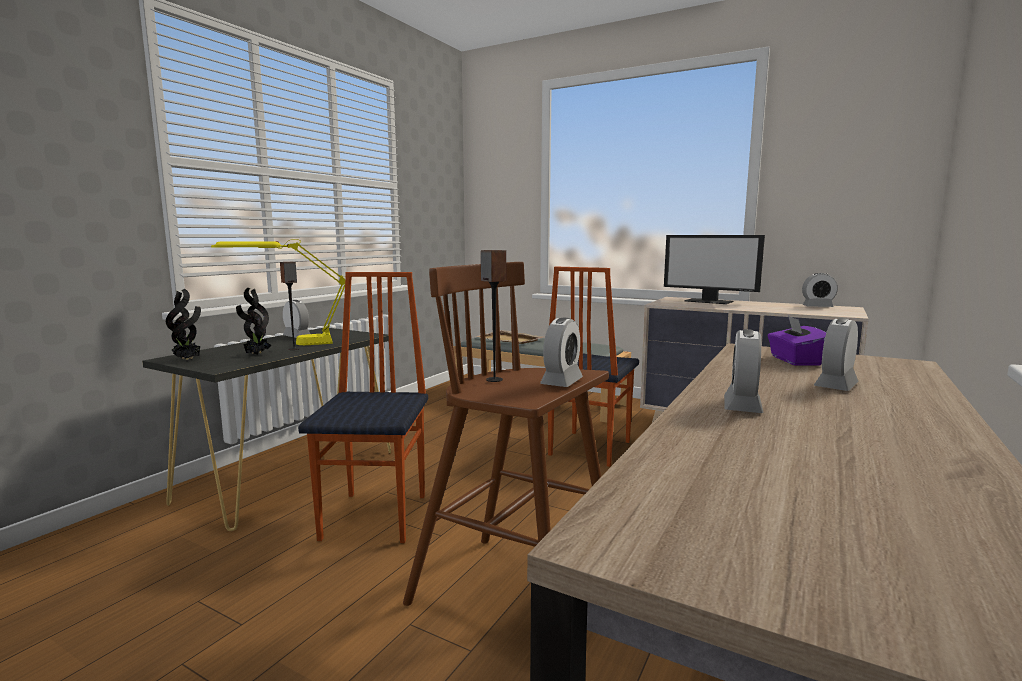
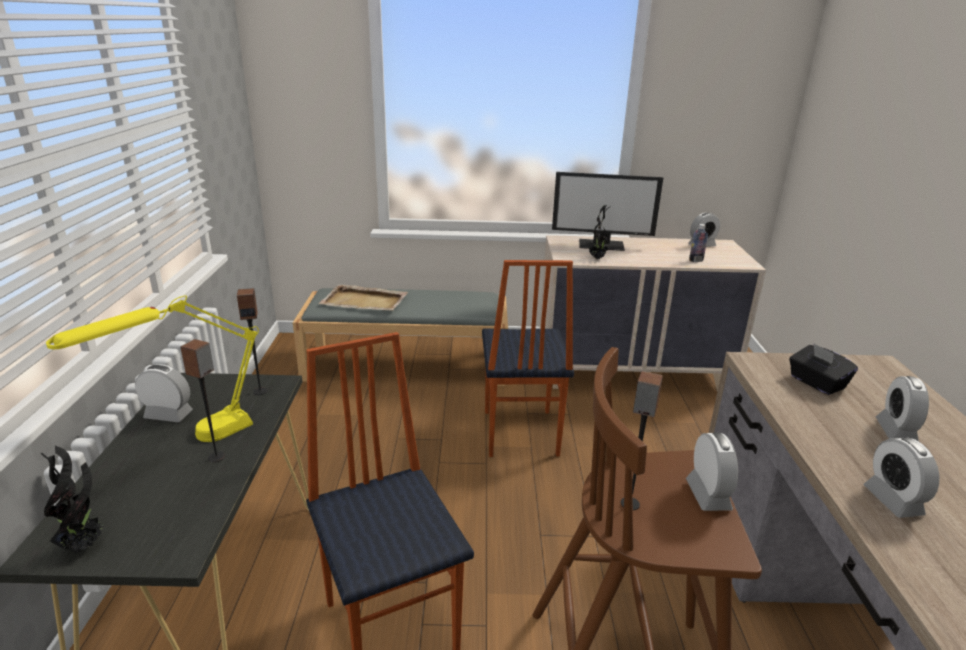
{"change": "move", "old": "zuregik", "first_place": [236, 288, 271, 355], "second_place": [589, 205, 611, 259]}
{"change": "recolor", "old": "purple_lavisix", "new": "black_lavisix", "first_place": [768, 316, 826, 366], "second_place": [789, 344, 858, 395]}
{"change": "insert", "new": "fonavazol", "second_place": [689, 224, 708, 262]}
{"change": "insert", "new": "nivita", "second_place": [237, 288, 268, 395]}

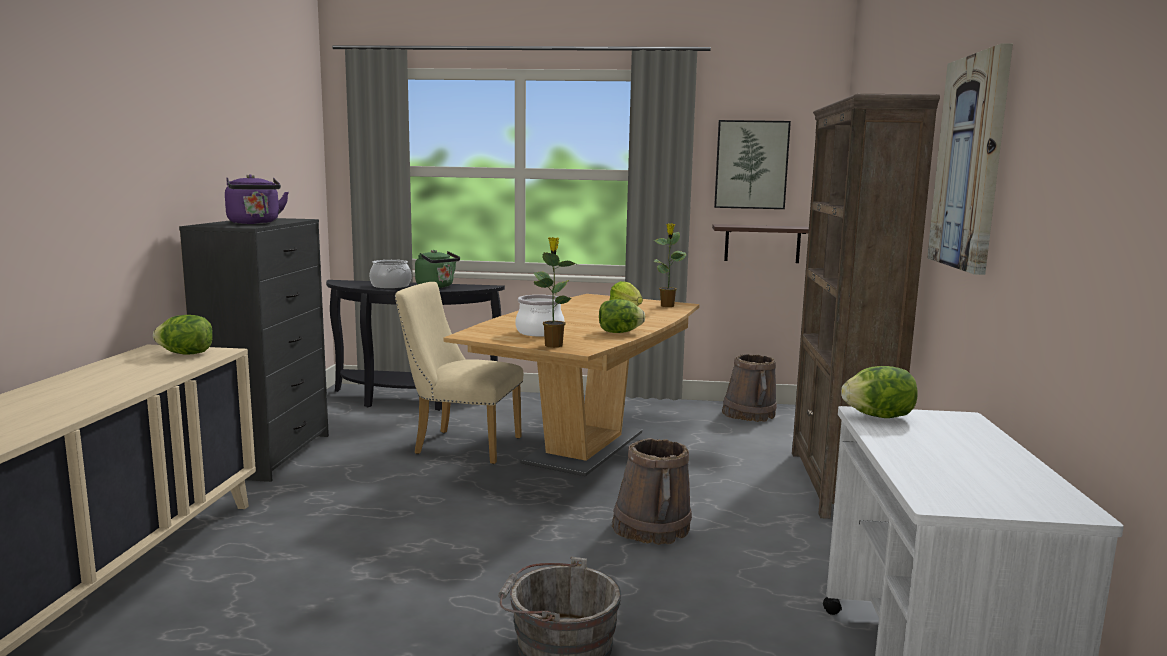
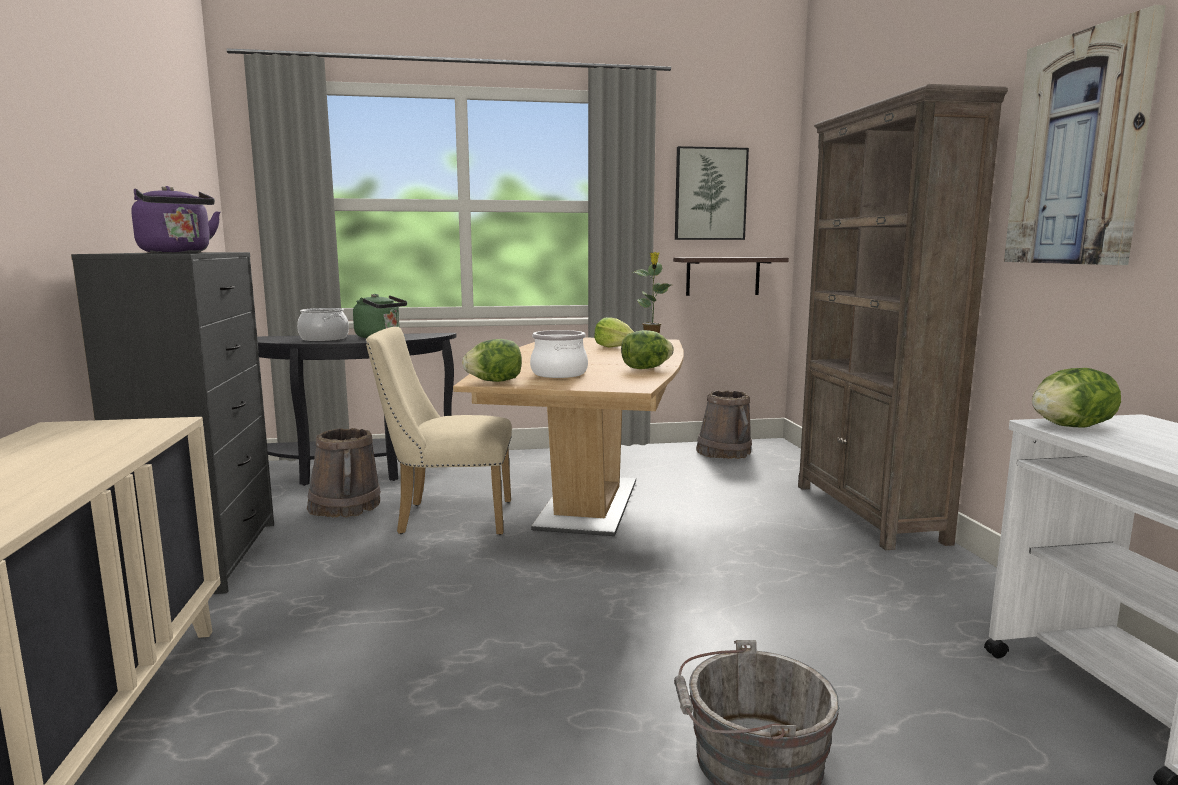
{"change": "delete", "old": "zuregik", "first_place": [534, 237, 578, 348]}
{"change": "move", "old": "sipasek", "first_place": [153, 315, 213, 355], "second_place": [462, 339, 522, 382]}
{"change": "move", "old": "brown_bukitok", "first_place": [612, 438, 692, 545], "second_place": [307, 428, 381, 518]}

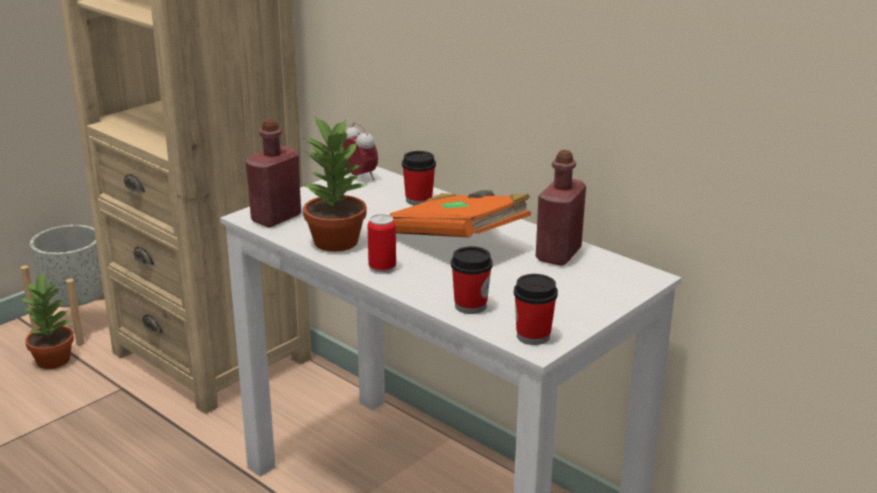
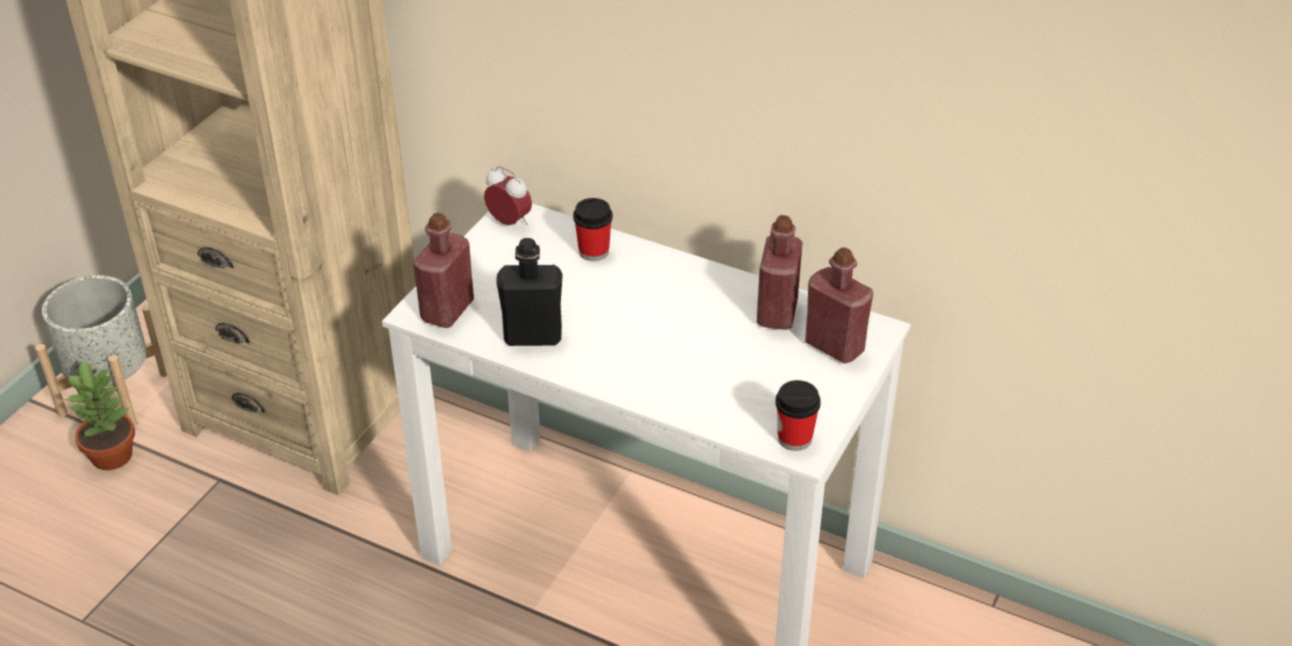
{"change": "replace", "old": "zuregik", "new": "black_fonavazol", "first_place": [302, 116, 367, 252], "second_place": [496, 238, 562, 346]}
{"change": "delete", "old": "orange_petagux", "first_place": [390, 190, 531, 237]}
{"change": "delete", "old": "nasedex", "first_place": [368, 214, 396, 274]}
{"change": "delete", "old": "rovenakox", "first_place": [451, 246, 493, 314]}
{"change": "insert", "new": "red_fonavazol", "second_place": [805, 247, 873, 364]}

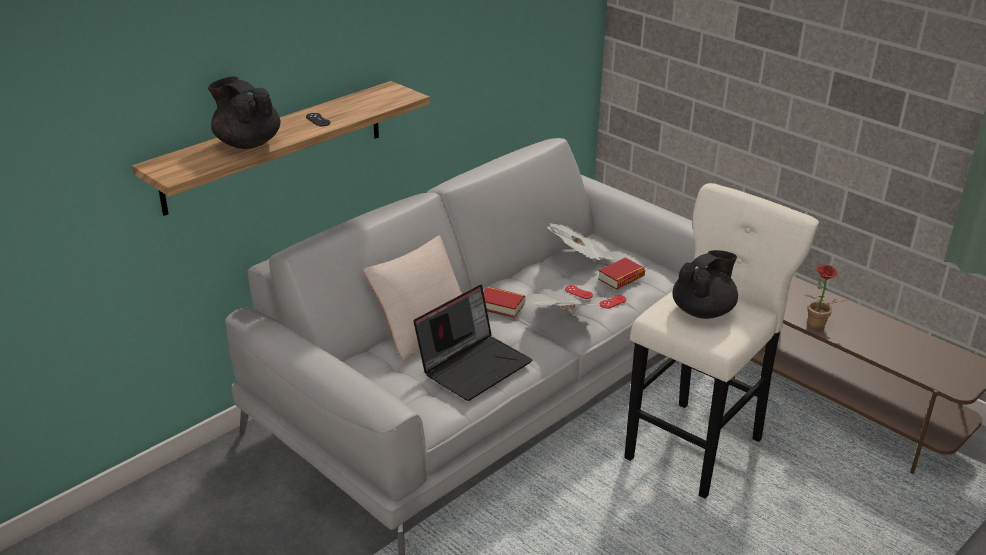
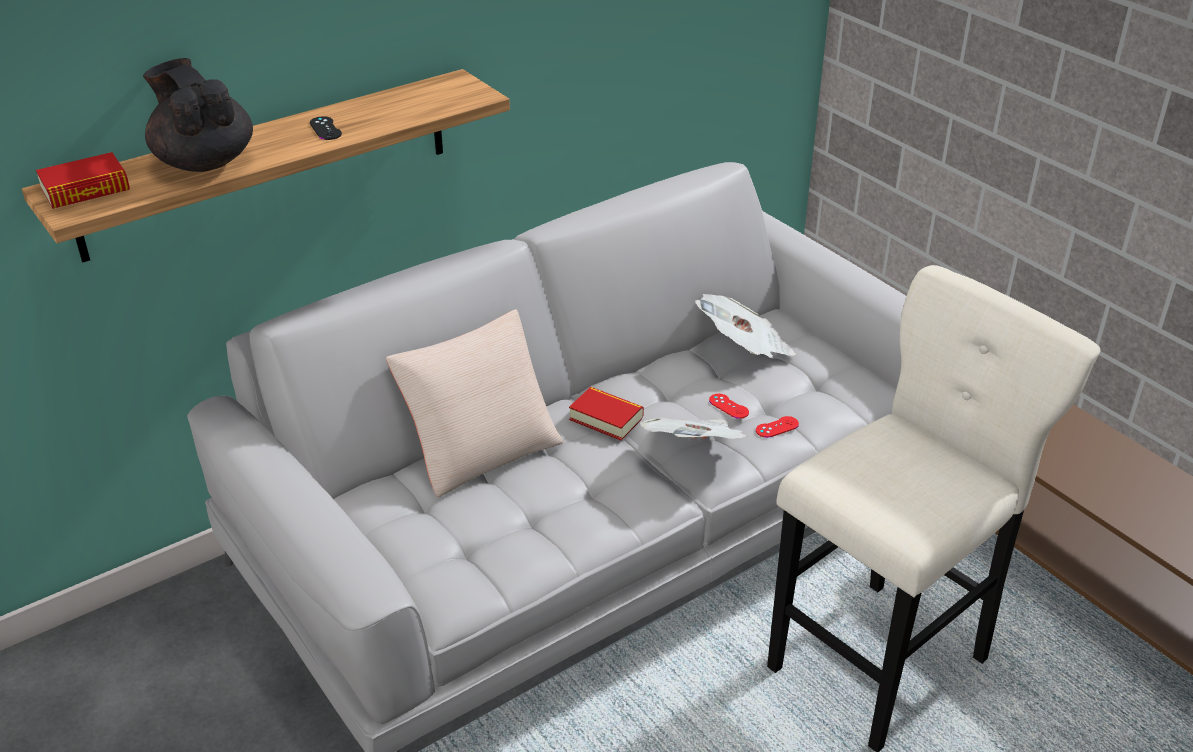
{"change": "delete", "old": "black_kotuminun", "first_place": [672, 250, 738, 319]}
{"change": "move", "old": "petagux", "first_place": [598, 258, 645, 290], "second_place": [36, 152, 130, 209]}
{"change": "delete", "old": "zuregik", "first_place": [804, 265, 849, 330]}
{"change": "delete", "old": "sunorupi", "first_place": [413, 285, 532, 401]}

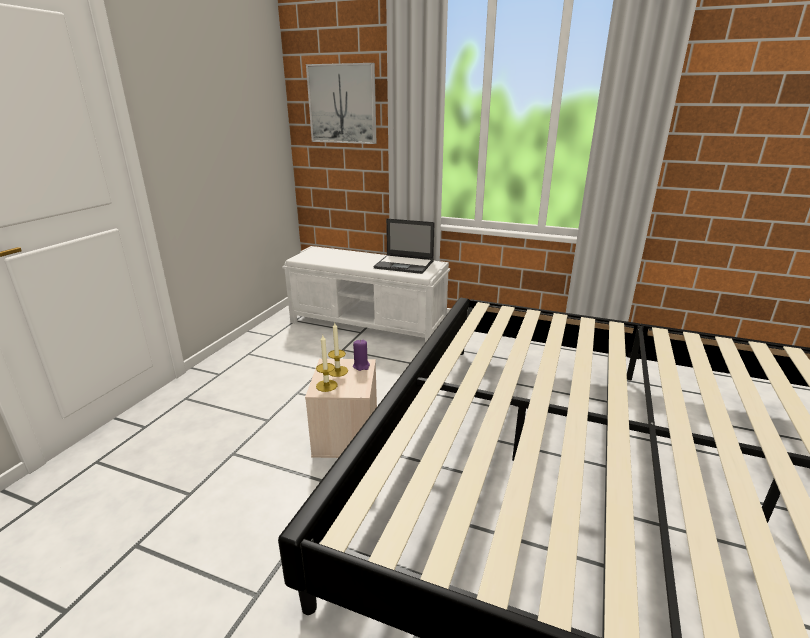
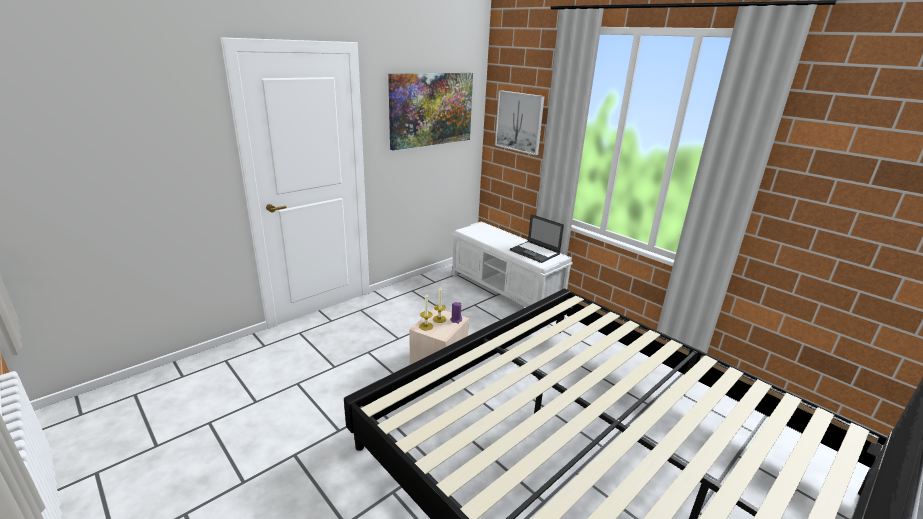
{"change": "insert", "new": "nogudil", "second_place": [388, 73, 473, 150]}

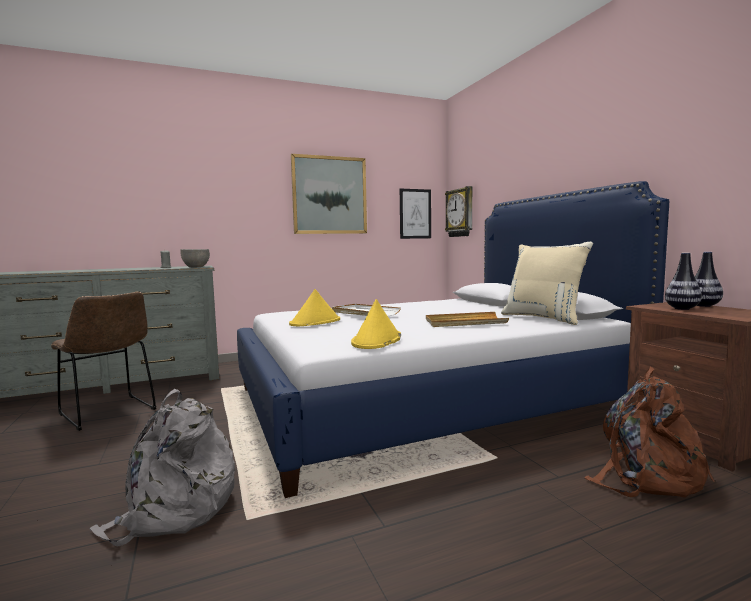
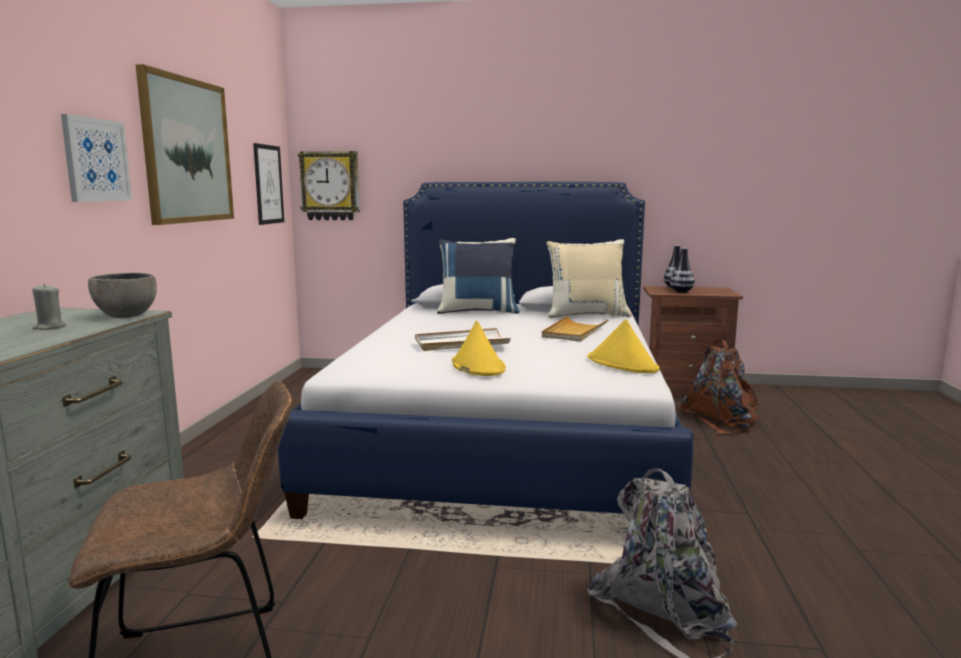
{"change": "insert", "new": "nogudil", "second_place": [61, 114, 132, 202]}
{"change": "insert", "new": "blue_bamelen", "second_place": [437, 238, 520, 314]}

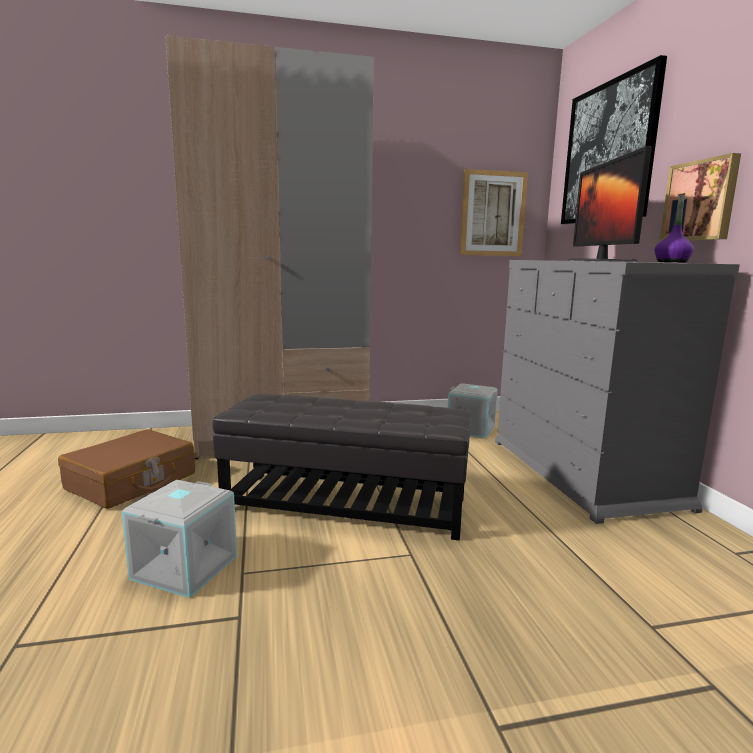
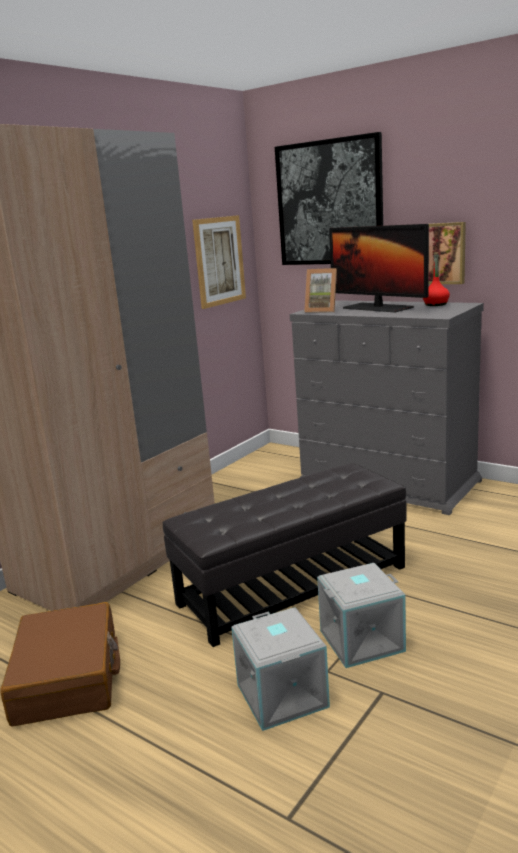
{"change": "recolor", "old": "purple_fonavazol", "new": "red_fonavazol", "first_place": [654, 193, 694, 263], "second_place": [423, 252, 450, 306]}
{"change": "move", "old": "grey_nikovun", "first_place": [448, 383, 498, 438], "second_place": [317, 563, 406, 668]}
{"change": "insert", "new": "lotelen", "second_place": [304, 268, 337, 313]}

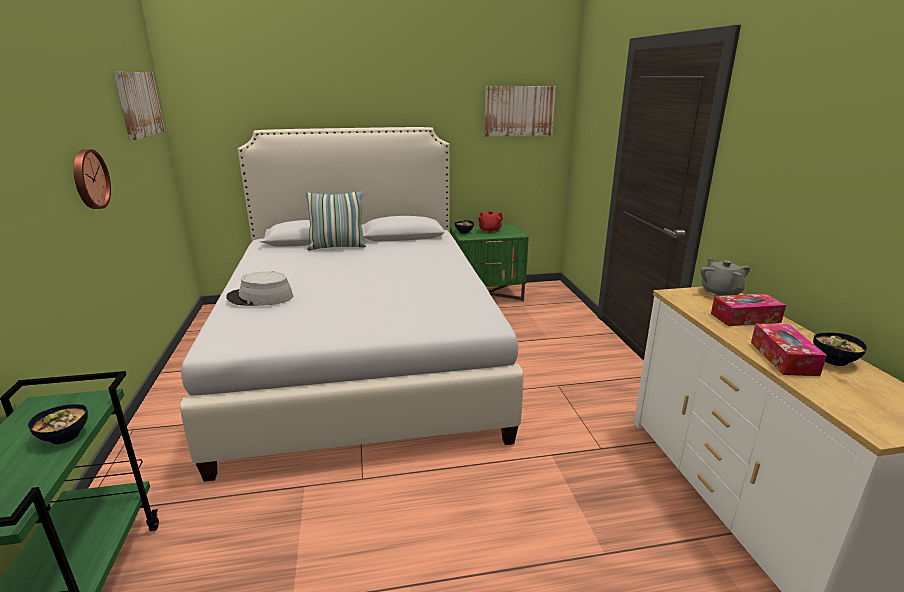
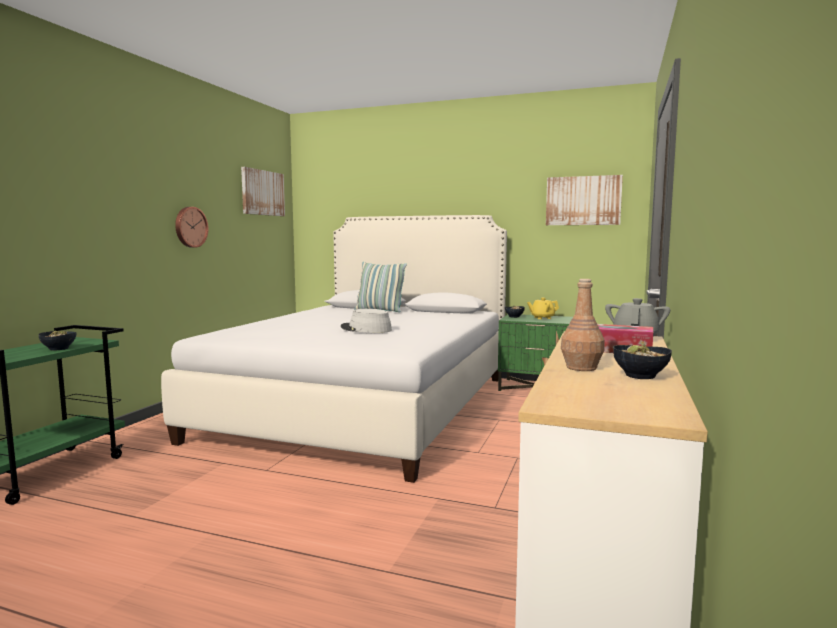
{"change": "recolor", "old": "red_kotuminun", "new": "yellow_kotuminun", "first_place": [478, 211, 503, 233], "second_place": [527, 298, 559, 319]}
{"change": "move", "old": "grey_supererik", "first_place": [226, 271, 293, 306], "second_place": [341, 309, 392, 333]}
{"change": "replace", "old": "lavisix", "new": "brown_fonavazol", "first_place": [751, 324, 827, 376], "second_place": [561, 279, 604, 371]}

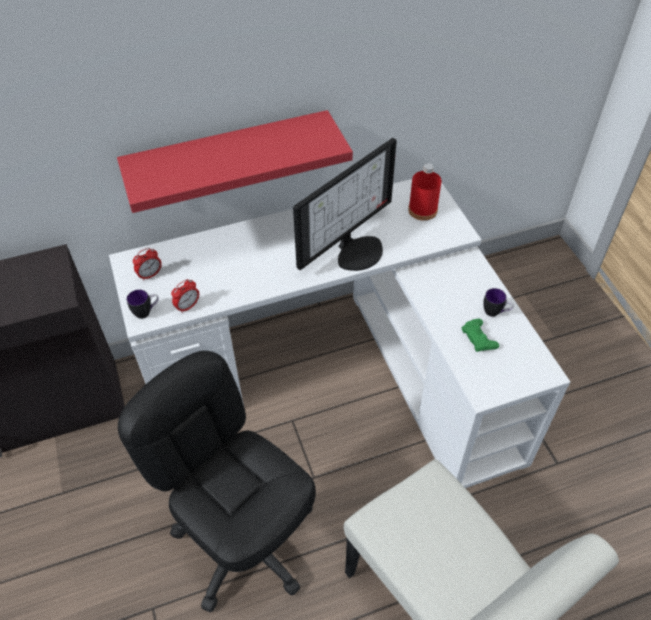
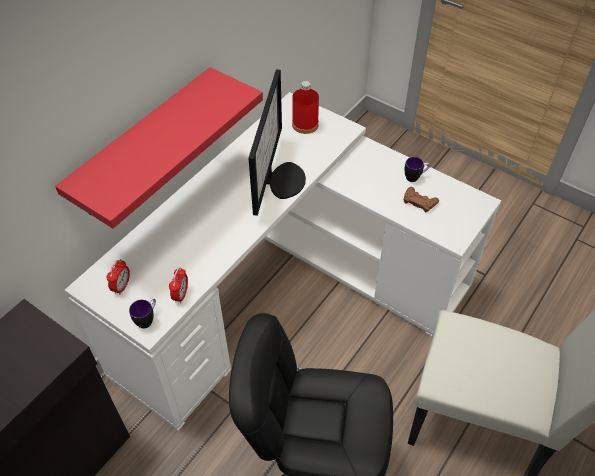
{"change": "recolor", "old": "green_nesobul", "new": "brown_nesobul", "first_place": [462, 319, 499, 352], "second_place": [404, 187, 439, 212]}

